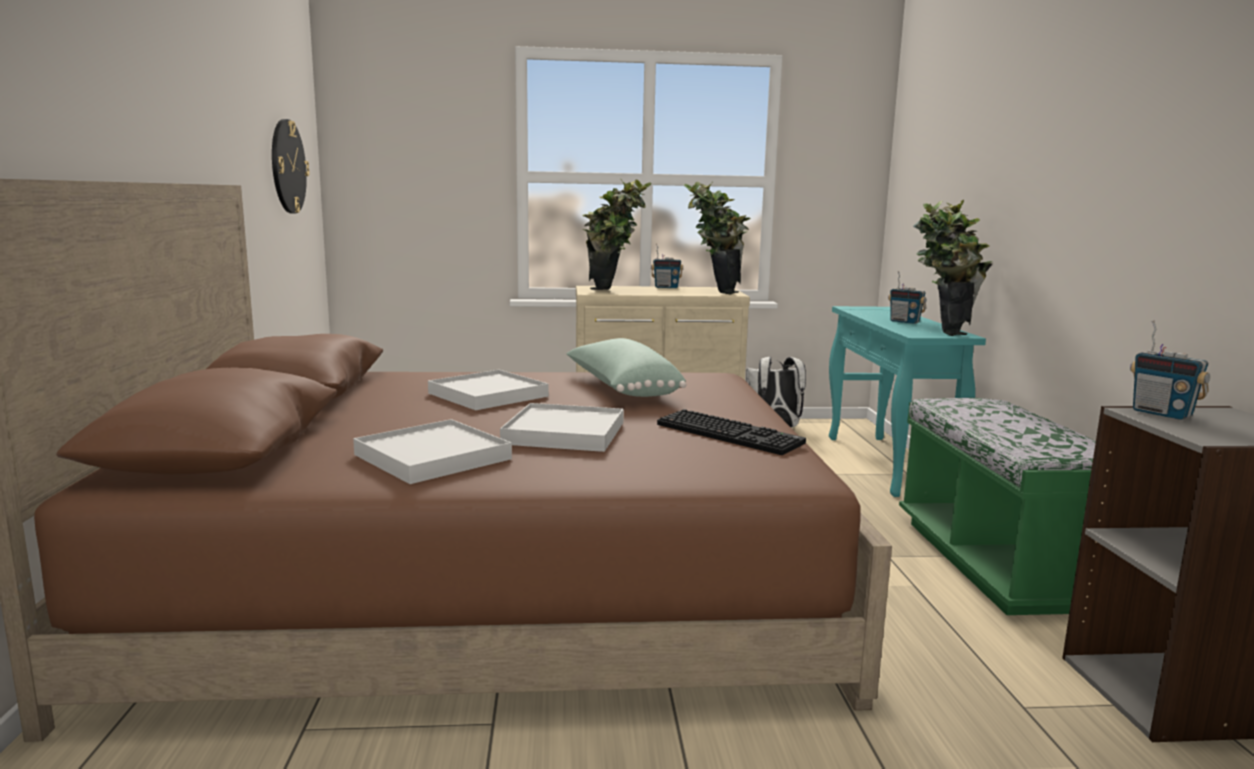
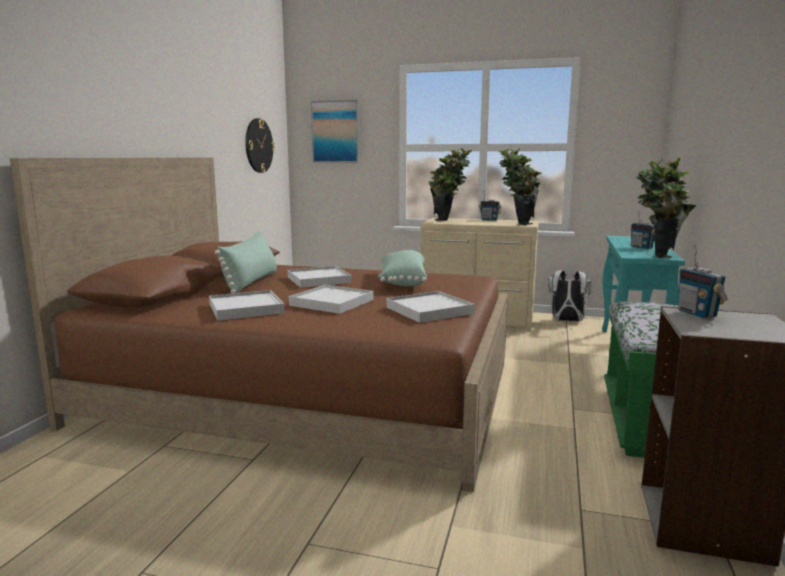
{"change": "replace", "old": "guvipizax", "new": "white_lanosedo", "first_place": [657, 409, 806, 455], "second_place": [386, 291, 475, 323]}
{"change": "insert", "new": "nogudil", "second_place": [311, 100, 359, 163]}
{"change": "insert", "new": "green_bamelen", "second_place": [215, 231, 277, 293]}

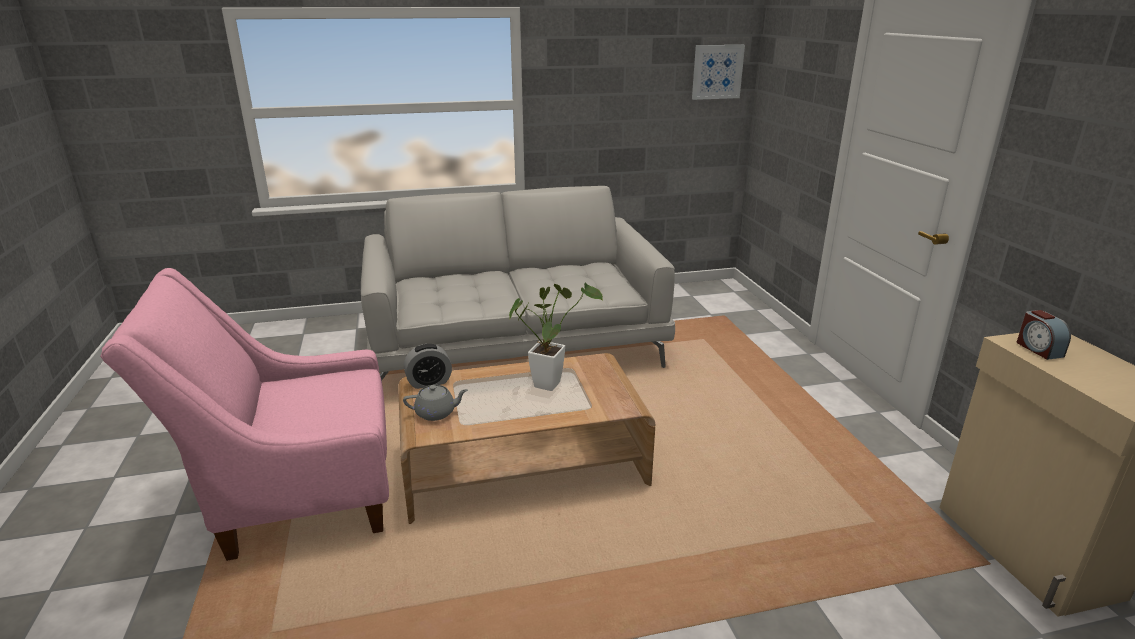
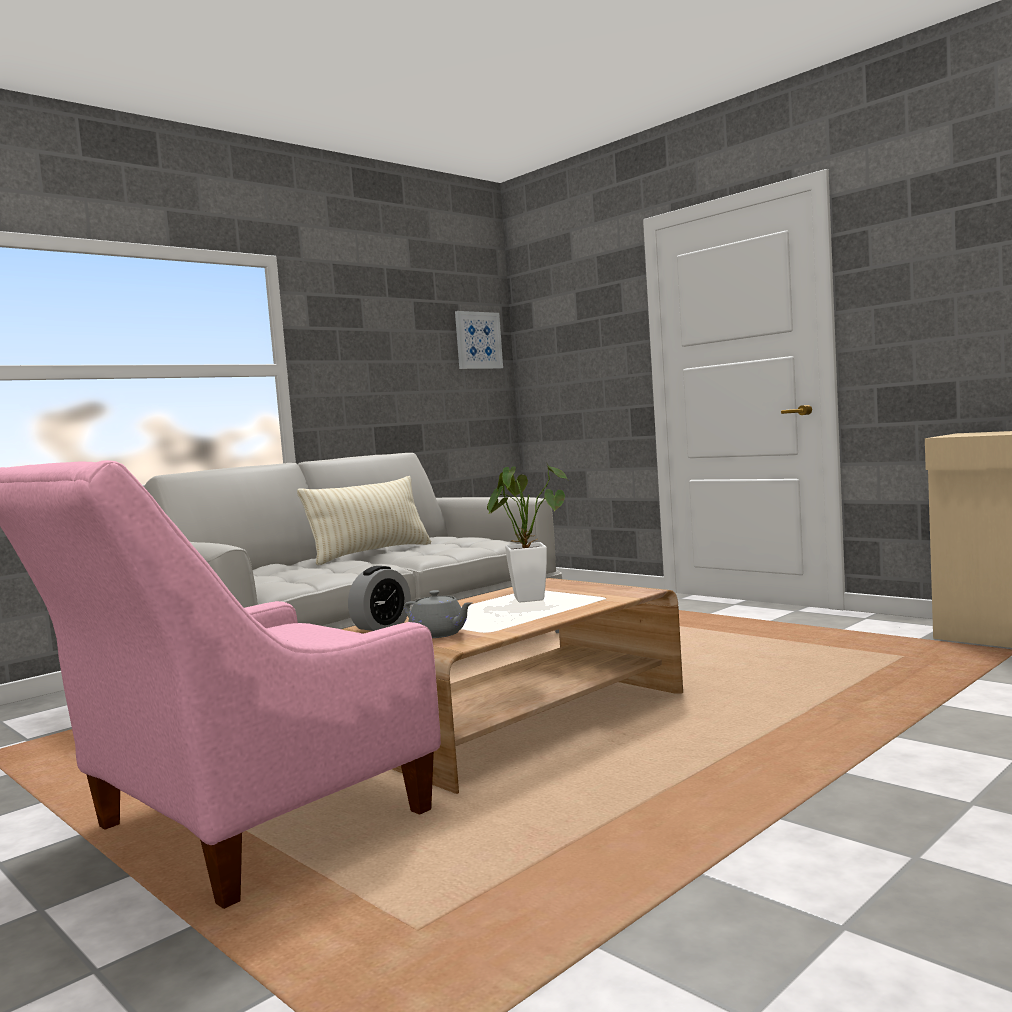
{"change": "delete", "old": "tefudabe", "first_place": [1017, 310, 1071, 360]}
{"change": "rotate", "old": "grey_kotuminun", "first_place": [403, 385, 468, 421], "second_place": [404, 590, 472, 638], "degrees": 75}
{"change": "insert", "new": "beige_bamelen", "second_place": [297, 476, 431, 565]}

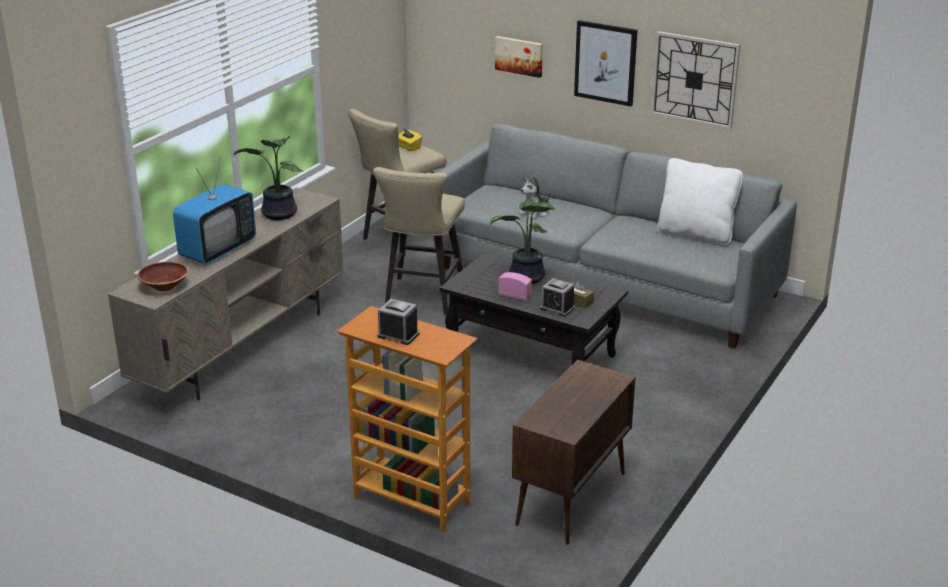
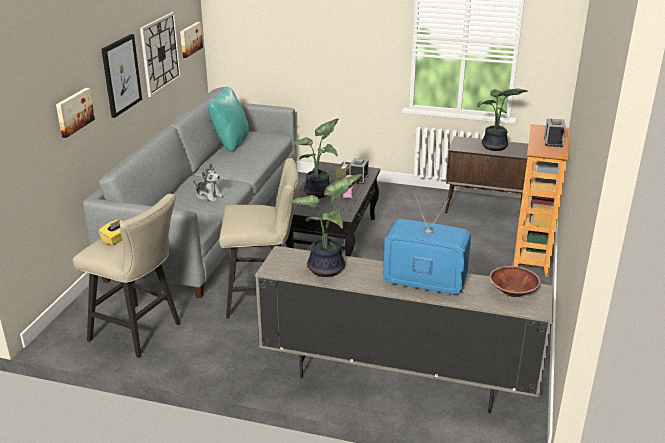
{"change": "recolor", "old": "white_bamelen", "new": "turquoise_bamelen", "first_place": [658, 158, 743, 245], "second_place": [208, 86, 249, 153]}
{"change": "insert", "new": "nogudil", "second_place": [180, 22, 203, 58]}
{"change": "insert", "new": "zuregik", "second_place": [477, 88, 528, 151]}

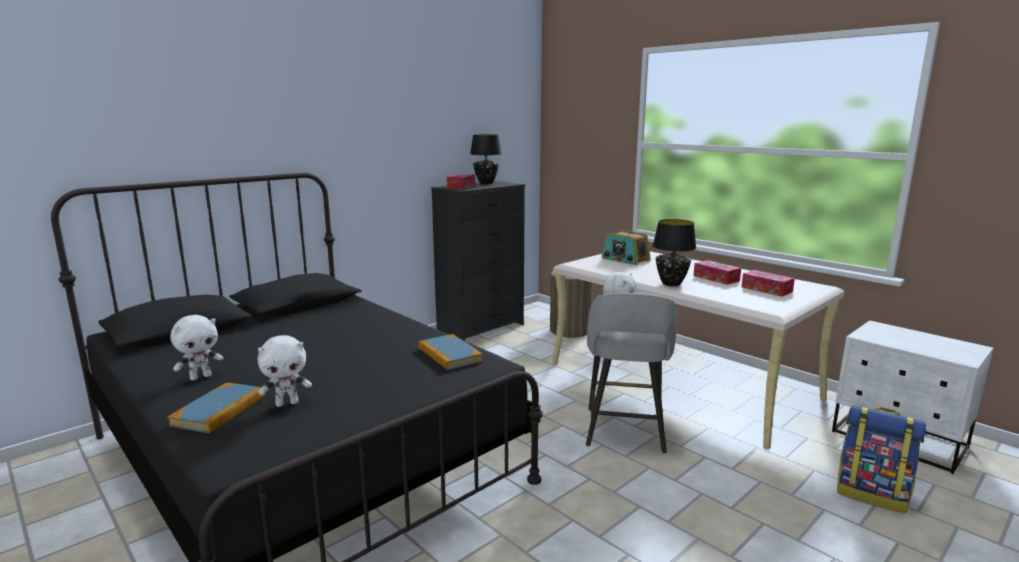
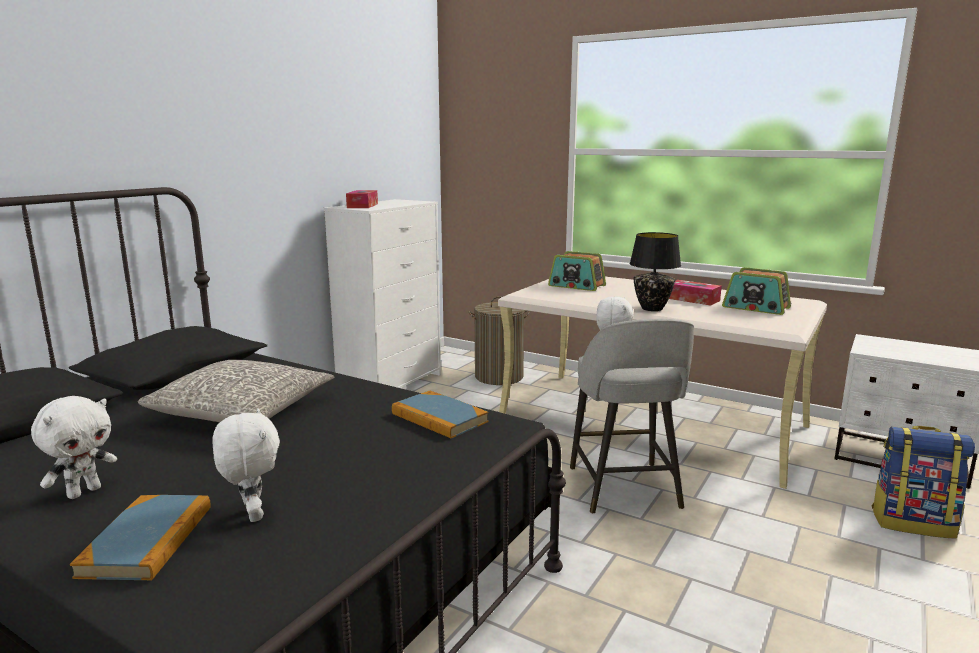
{"change": "delete", "old": "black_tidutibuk", "first_place": [470, 135, 502, 184]}
{"change": "recolor", "old": "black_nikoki", "new": "white_nikoki", "first_place": [431, 181, 525, 341], "second_place": [324, 199, 441, 388]}
{"change": "replace", "old": "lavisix", "new": "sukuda", "first_place": [741, 270, 795, 297], "second_place": [722, 267, 791, 315]}
{"change": "rotate", "old": "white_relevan", "first_place": [258, 335, 312, 407], "second_place": [212, 409, 280, 522], "degrees": -75}
{"change": "insert", "new": "grey_bamelen", "second_place": [138, 360, 334, 422]}

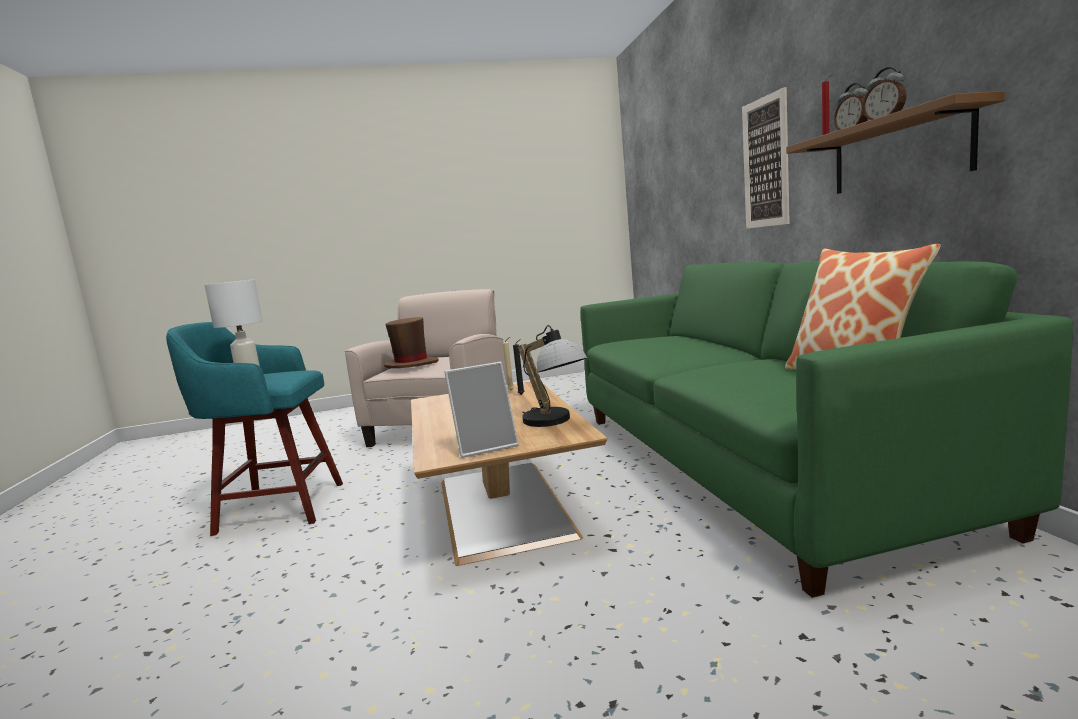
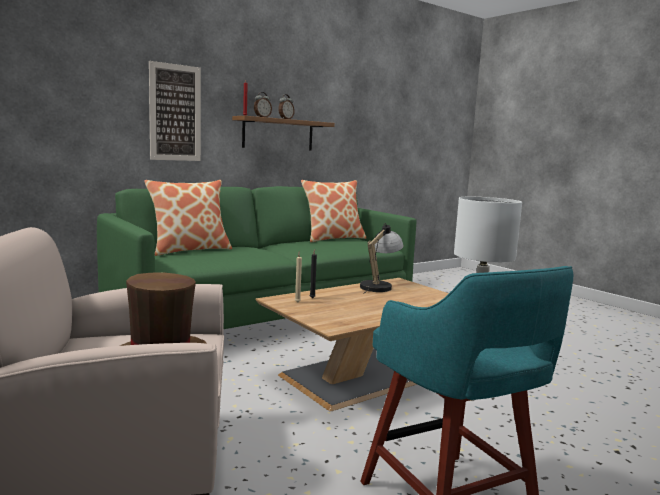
{"change": "delete", "old": "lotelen", "first_place": [444, 362, 519, 458]}
{"change": "insert", "new": "bamelen", "second_place": [144, 180, 232, 256]}

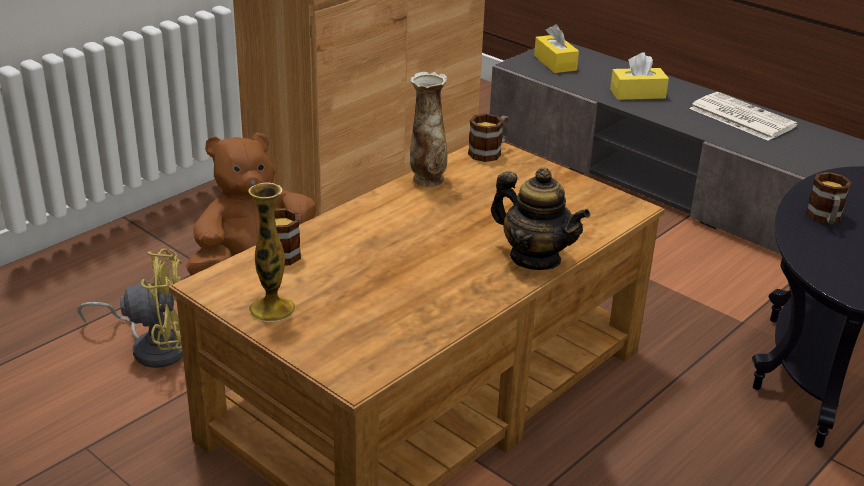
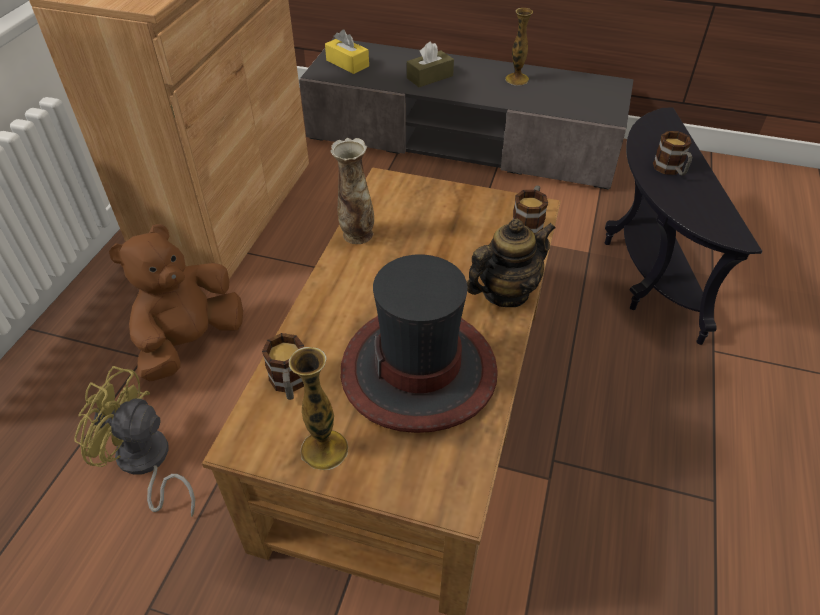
{"change": "recolor", "old": "yellow_lavisix", "new": "brown_lavisix", "first_place": [610, 52, 669, 100], "second_place": [407, 42, 454, 87]}
{"change": "replace", "old": "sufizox", "new": "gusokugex", "first_place": [689, 92, 798, 141], "second_place": [505, 8, 533, 85]}
{"change": "move", "old": "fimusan", "first_place": [468, 113, 509, 162], "second_place": [513, 186, 548, 234]}
{"change": "rotate", "old": "kotuminun", "first_place": [491, 168, 590, 270], "second_place": [467, 219, 556, 307], "degrees": -45}
{"change": "rotate", "old": "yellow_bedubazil", "first_place": [77, 249, 183, 368], "second_place": [74, 366, 195, 517], "degrees": -135}
{"change": "insert", "new": "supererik", "second_place": [341, 254, 498, 433]}

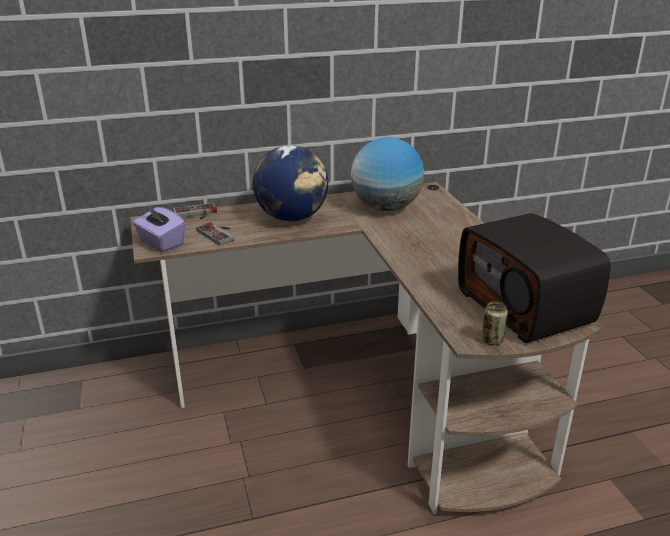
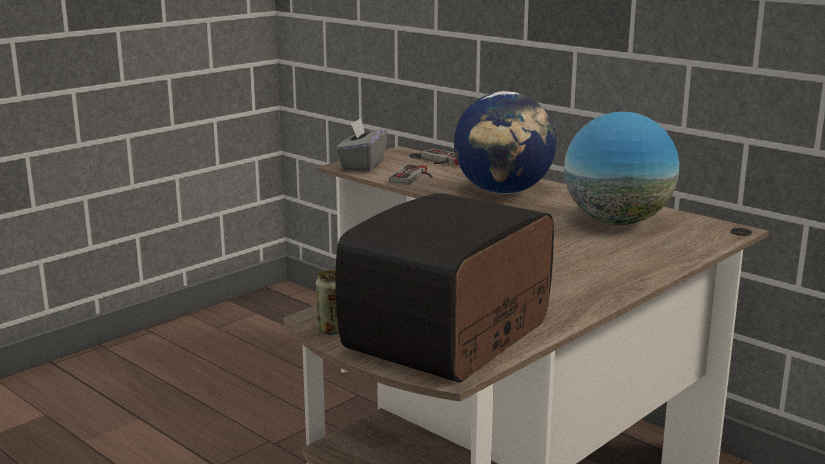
{"change": "recolor", "old": "purple_lavisix", "new": "grey_lavisix", "first_place": [133, 206, 186, 252], "second_place": [336, 118, 387, 172]}

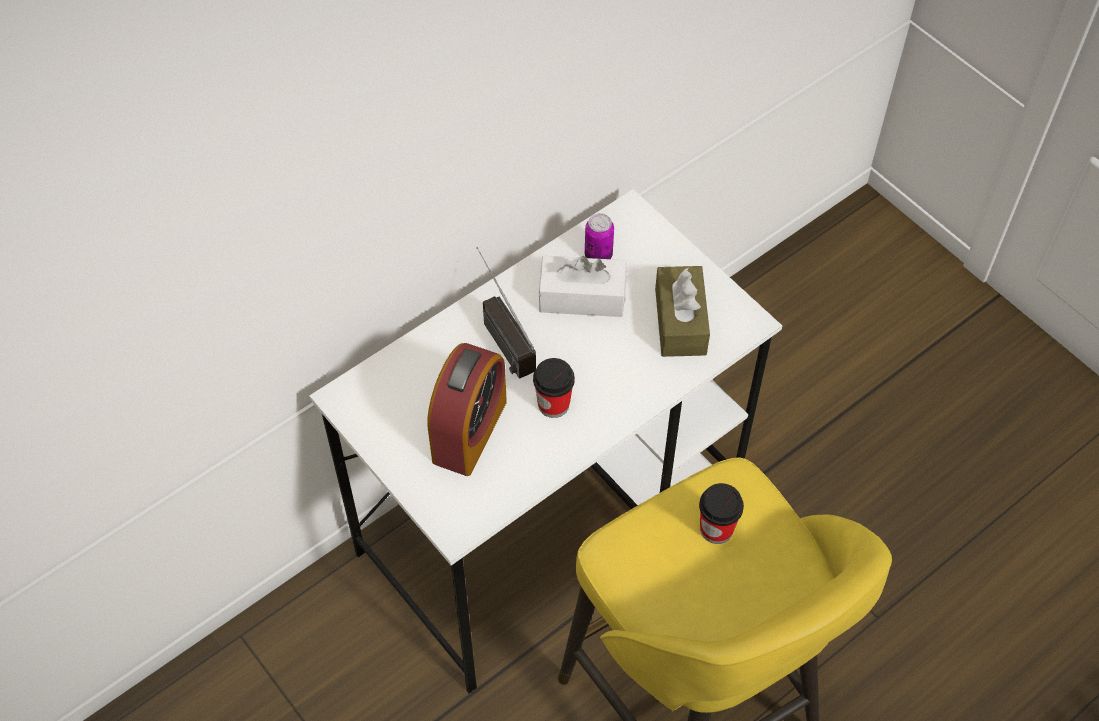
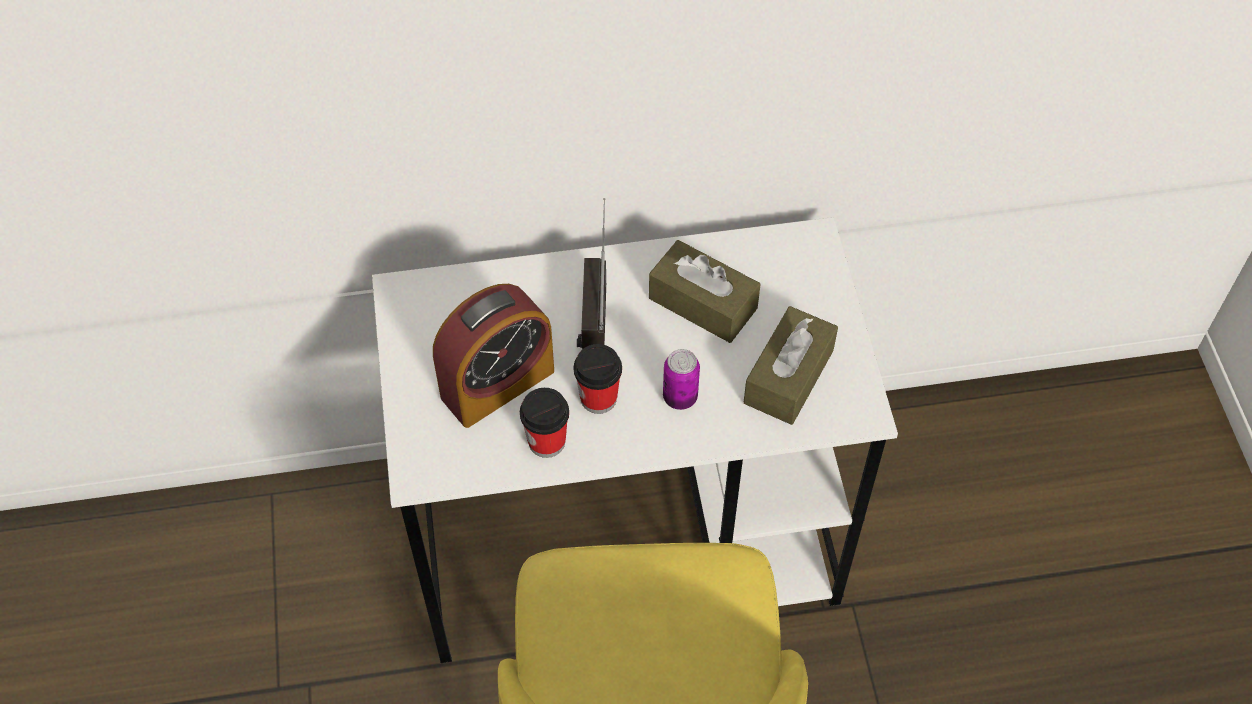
{"change": "move", "old": "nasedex", "first_place": [585, 213, 614, 259], "second_place": [663, 349, 700, 410]}
{"change": "recolor", "old": "white_lavisix", "new": "brown_lavisix", "first_place": [538, 256, 627, 317], "second_place": [649, 240, 761, 343]}
{"change": "move", "old": "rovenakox", "first_place": [699, 483, 744, 544], "second_place": [520, 388, 569, 458]}

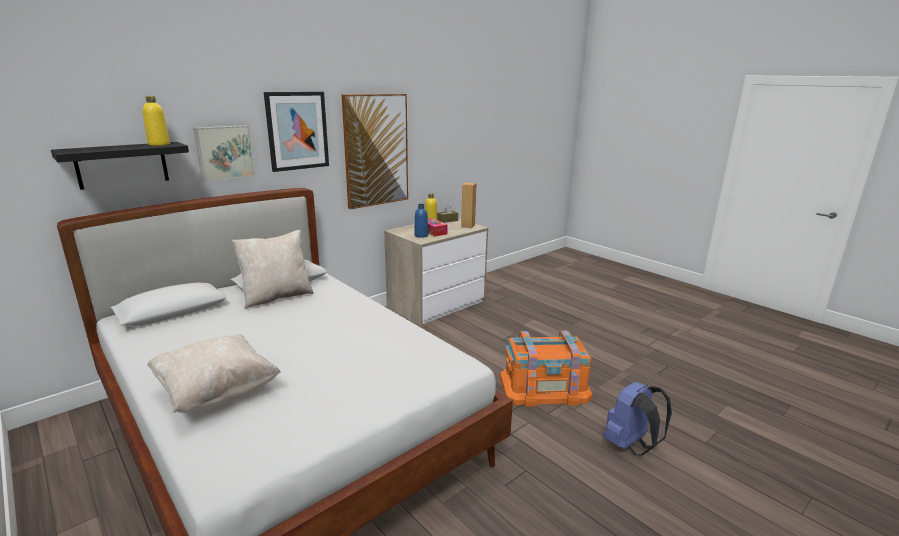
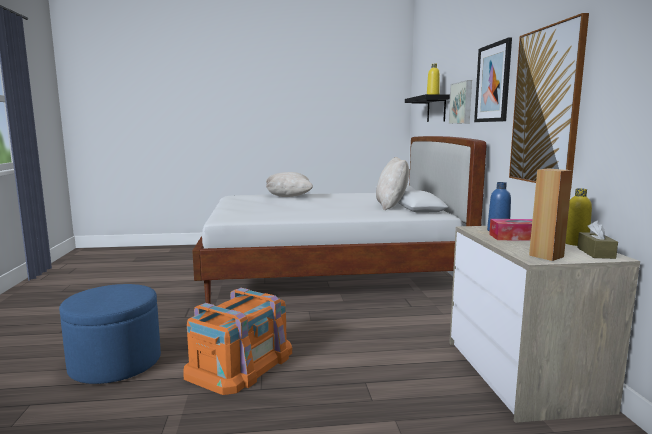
{"change": "replace", "old": "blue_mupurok", "new": "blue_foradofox", "first_place": [604, 382, 672, 456], "second_place": [59, 284, 161, 384]}

